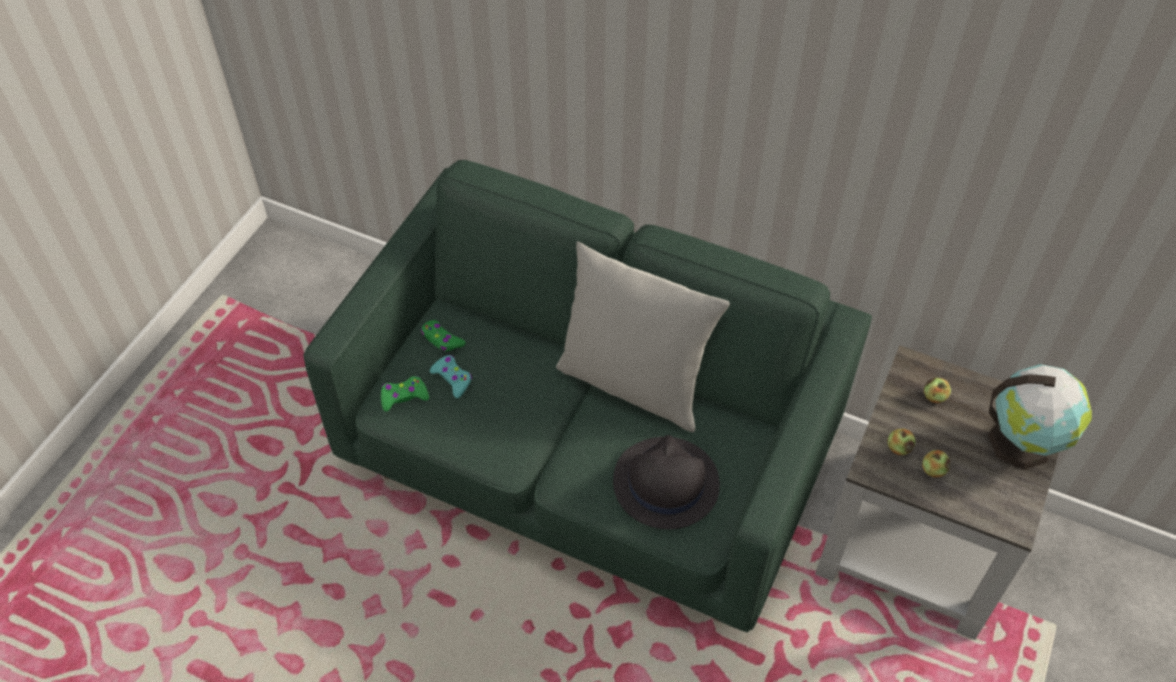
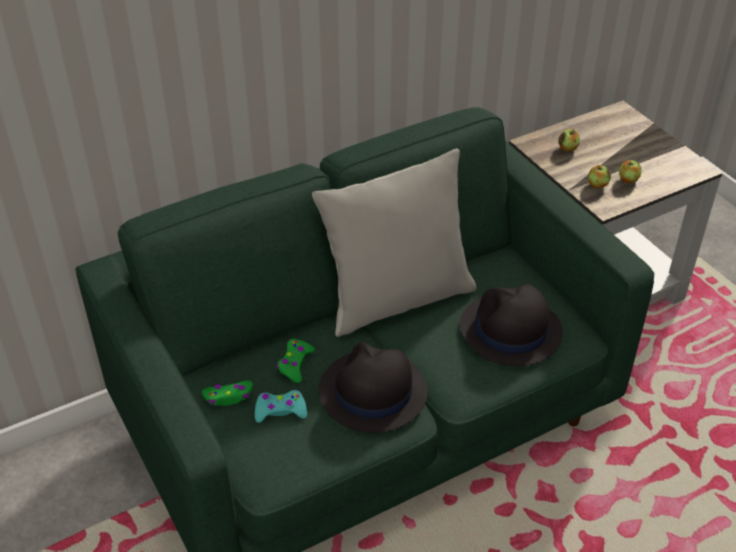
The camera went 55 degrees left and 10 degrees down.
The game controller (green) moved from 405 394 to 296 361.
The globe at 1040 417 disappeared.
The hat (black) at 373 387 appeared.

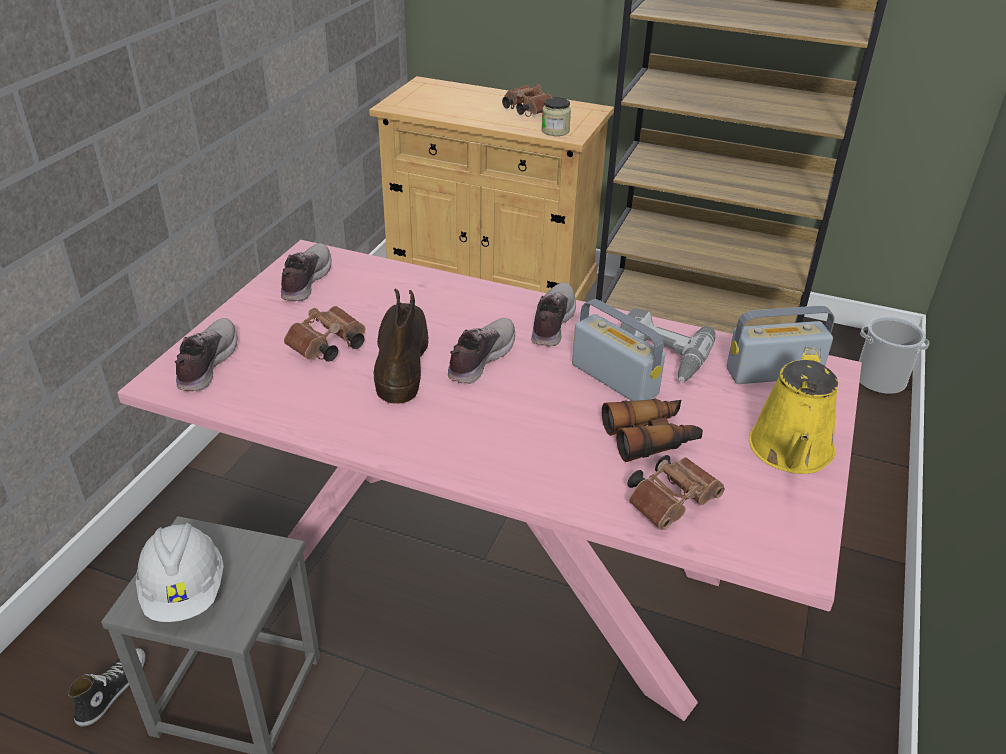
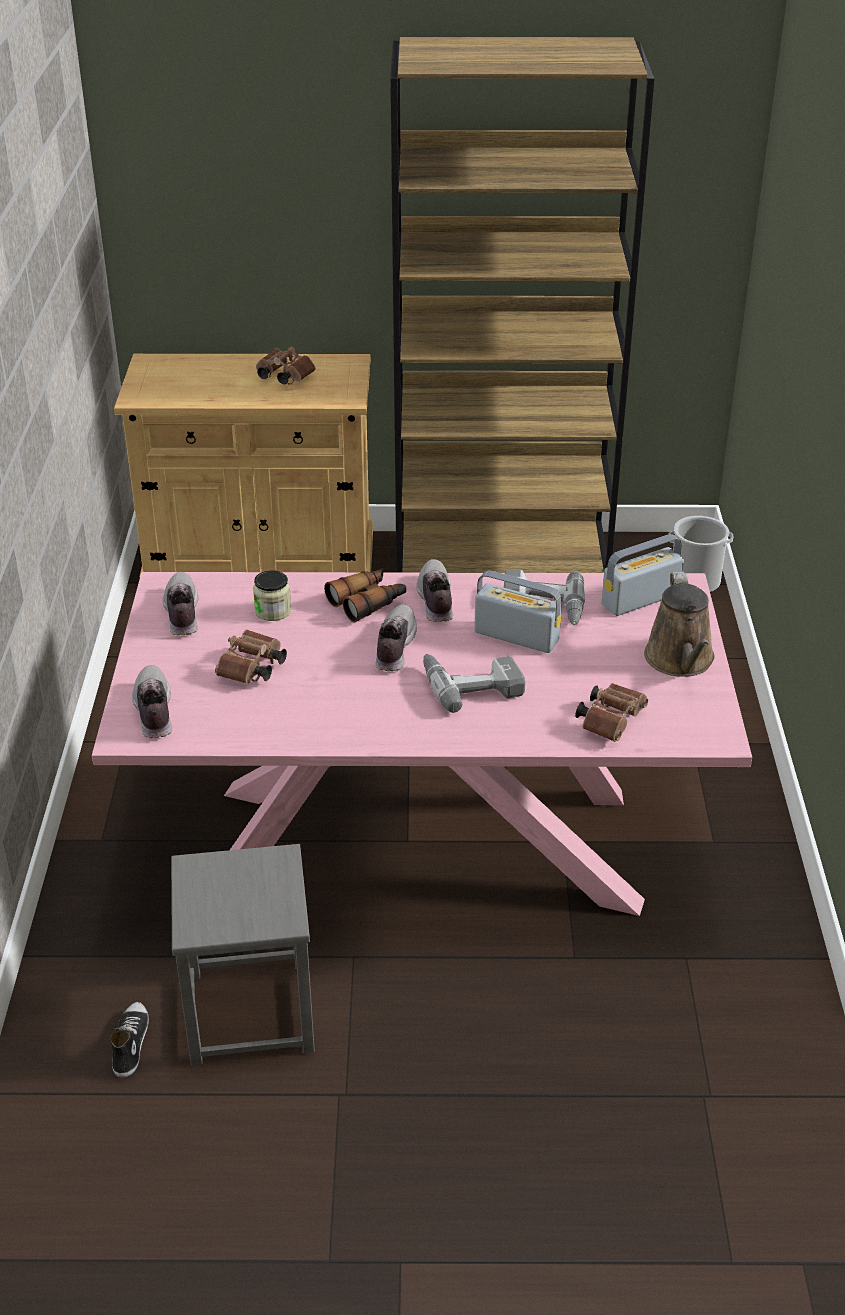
The camera went 20 degrees left and 0 degrees up.
The hard hat (white) at 180 572 disappeared.
The boot (brown) at 401 346 disappeared.
The jar moved from 556 116 to 272 595.
The binoculars moved from 652 430 to 365 595.
The watering can (yellow) at 793 410 became the watering can (brown) at 679 624.
The power drill at 474 683 appeared.

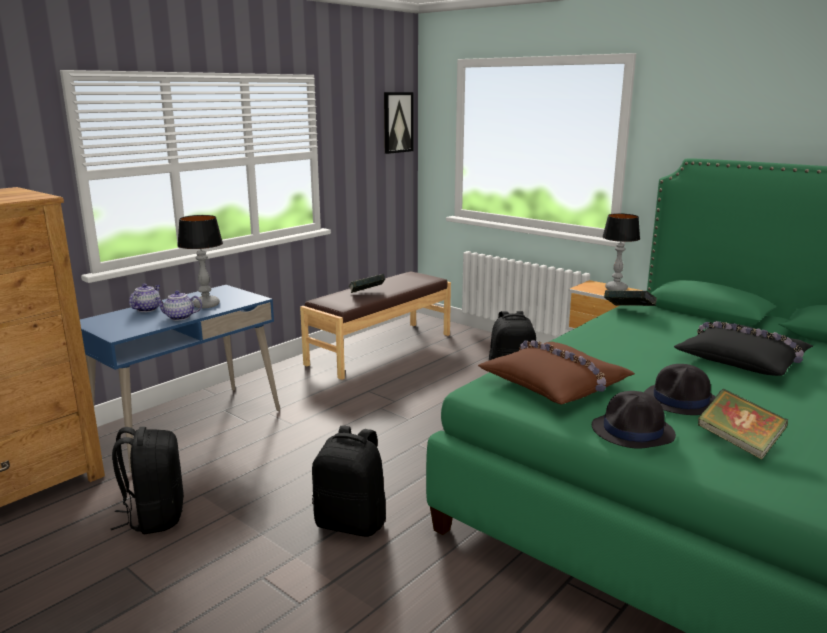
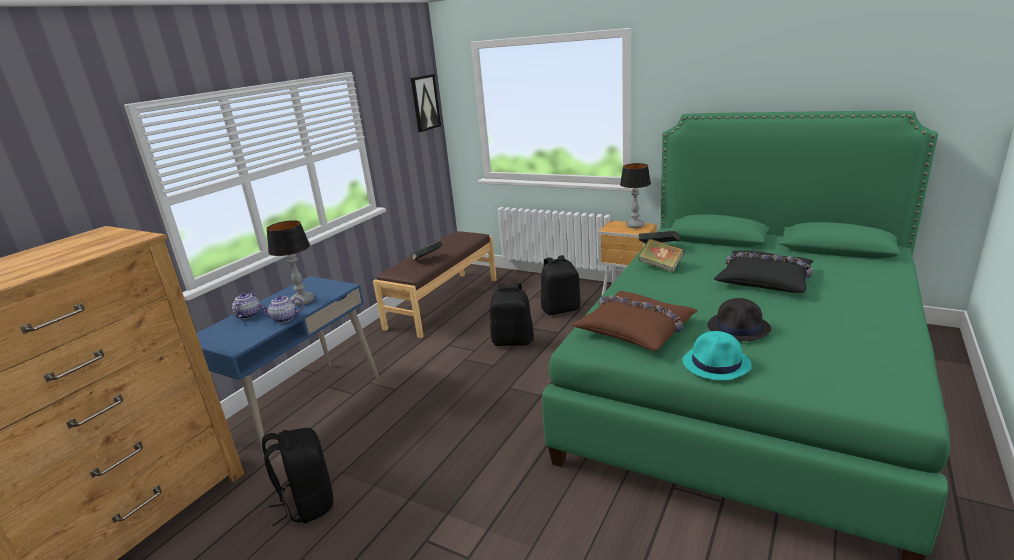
The camera went 10 degrees left and 5 degrees up.
The backpack (black) moved from 349 481 to 512 314.
The hat (black) at 634 420 became the hat (turquoise) at 717 355.
The book moved from 742 424 to 661 256.

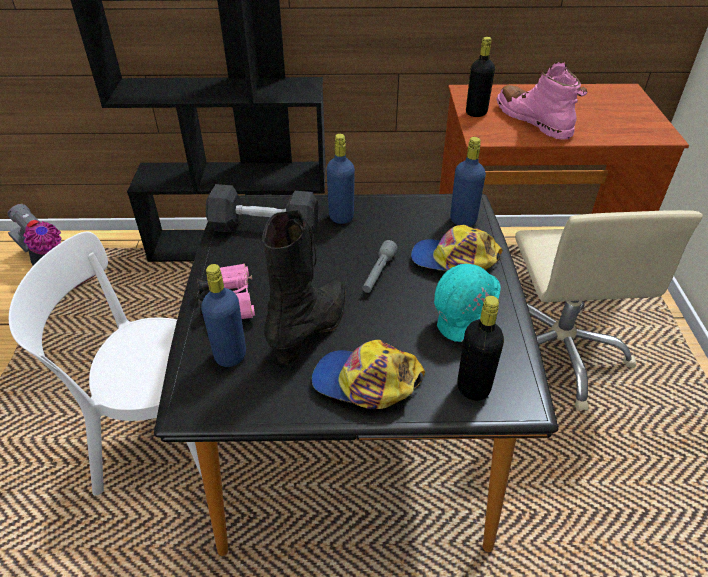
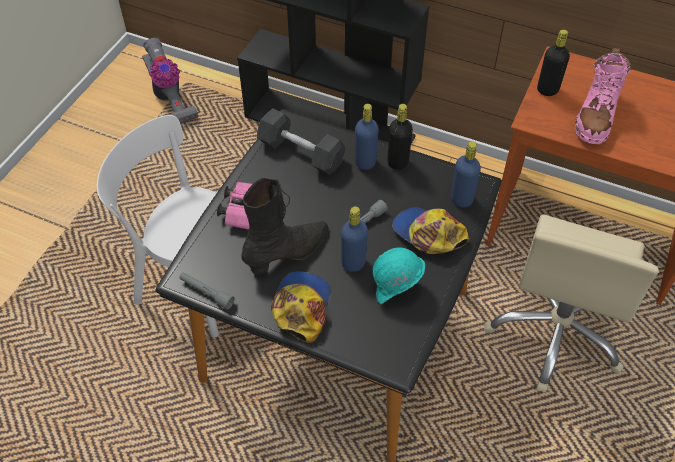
The camera went 25 degrees right and 10 degrees up.
The bottle (blue) moved from 223 315 to 354 239.
The cap at 368 374 turned 60 degrees clockwise.
The bottle (black) moved from 480 348 to 400 137.
The boot (pink) at 542 101 turned 150 degrees counterclockwise.
The flashlight (grey) at 207 291 appeared.

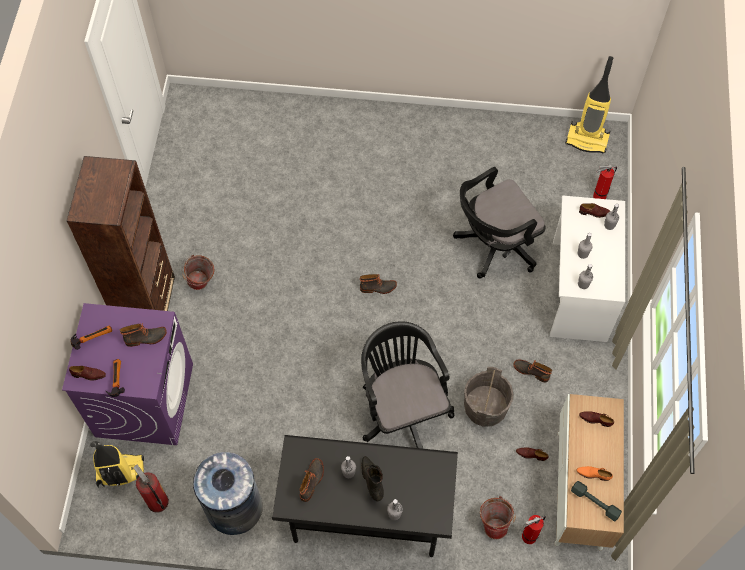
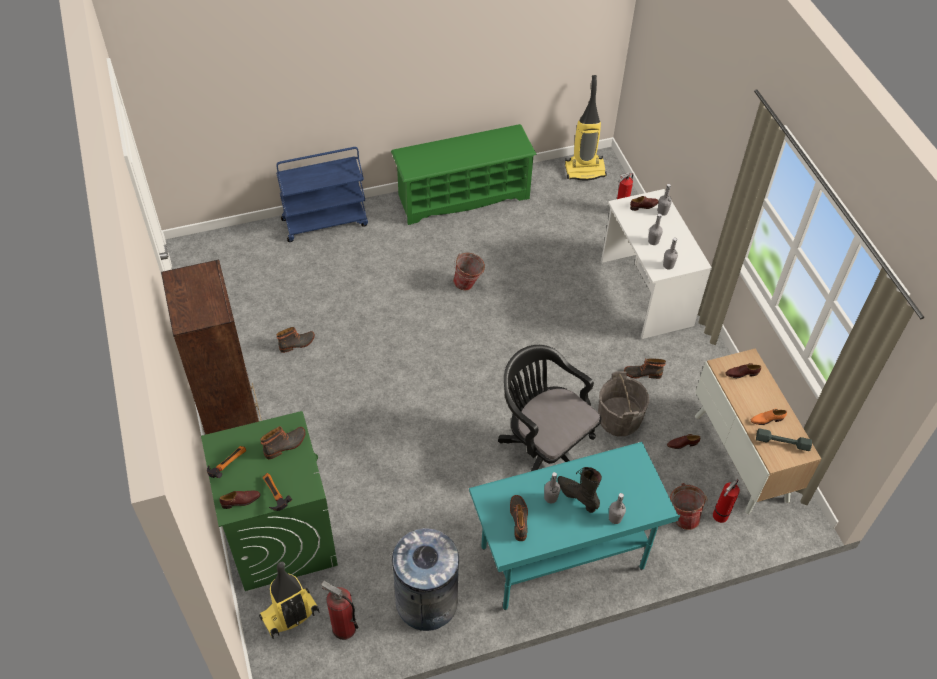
The camera went 25 degrees left and 10 degrees down.
The washing machine (purple) at 127 374 became the washing machine (green) at 269 501.
The bucket moved from 198 272 to 469 271.
The desk (black) at 365 496 became the desk (turquoise) at 574 526.
The boot moved from 378 284 to 295 340.
The office chair (black) at 499 223 disappeared.
The cart (blue) at 322 194 appeared.
The shoe rack (green) at 464 174 appeared.

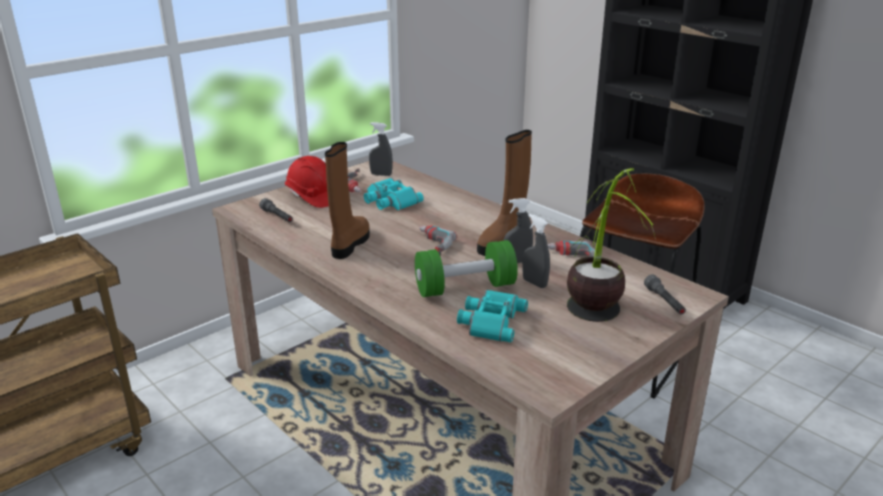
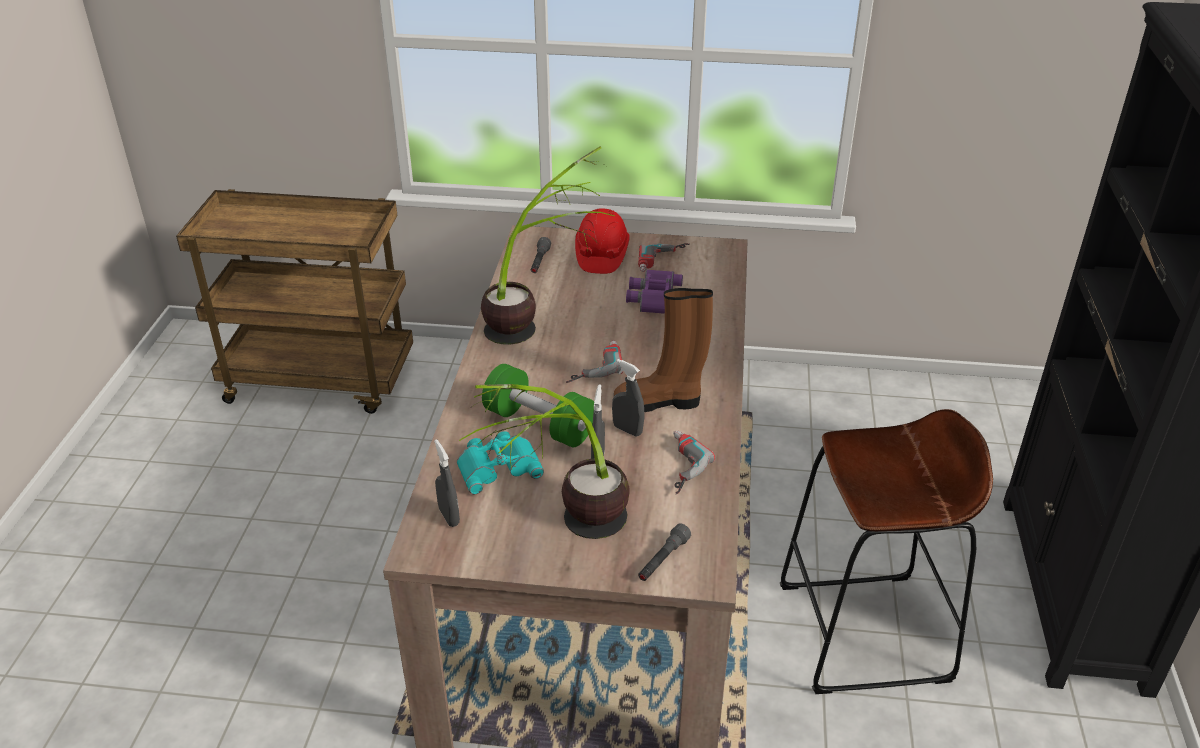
The camera went 50 degrees right and 10 degrees up.
The boot (brown) at 347 200 was replaced by the potted plant at 548 245.
The binoculars (turquoise) at 394 194 became the binoculars (purple) at 654 291.
The spray bottle (grey) moved from 381 149 to 447 483.

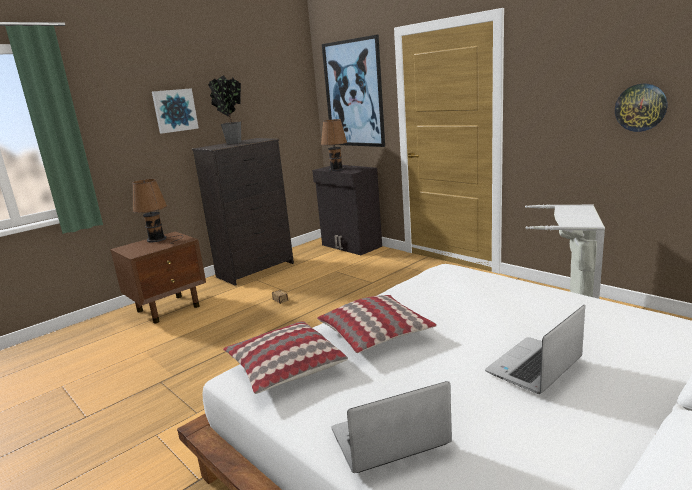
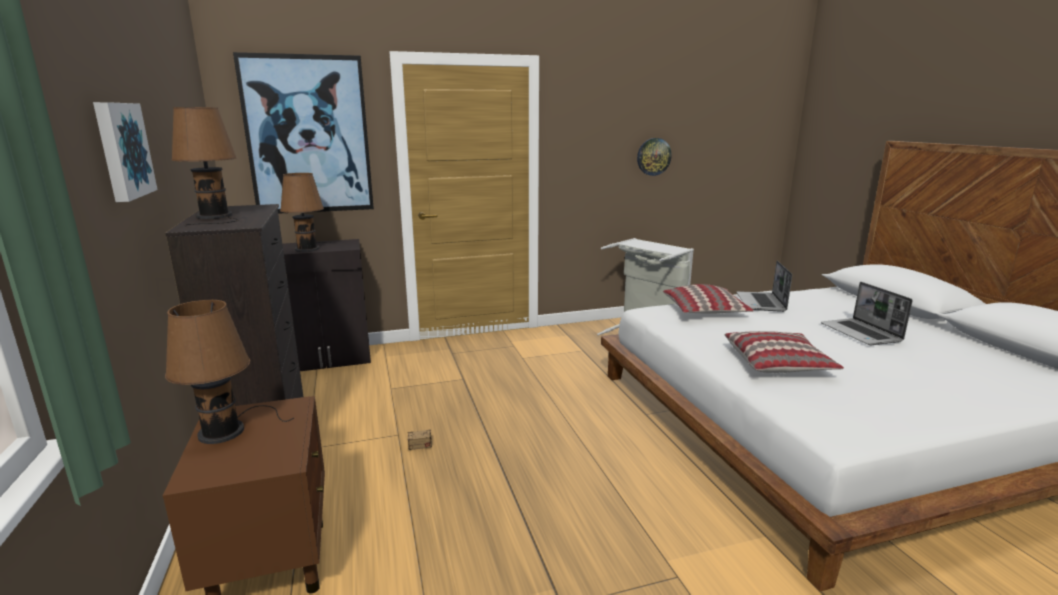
The camera went 65 degrees left and 0 degrees up.
The potted plant at 224 110 was replaced by the table lamp (brown) at 204 166.
The pillow moved from 285 357 to 708 299.
The laptop moved from 392 427 to 764 286.

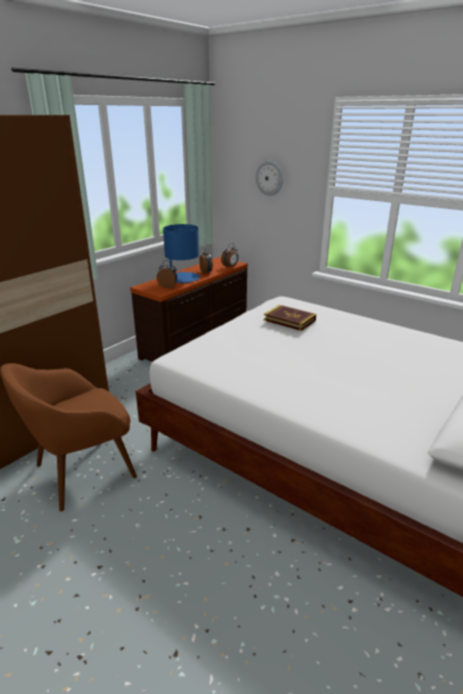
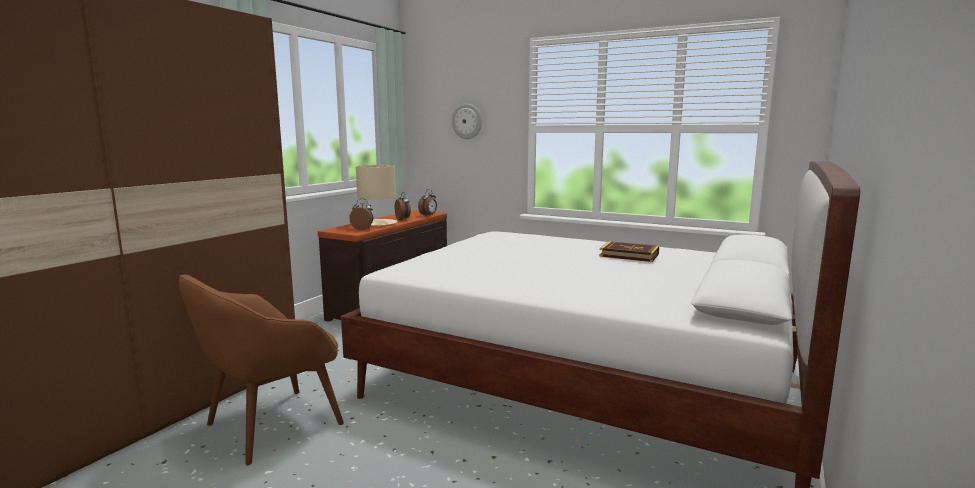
The camera went 10 degrees left and 15 degrees down.
The table lamp (blue) at 181 254 became the table lamp (beige) at 376 196.
The book moved from 290 318 to 629 251.

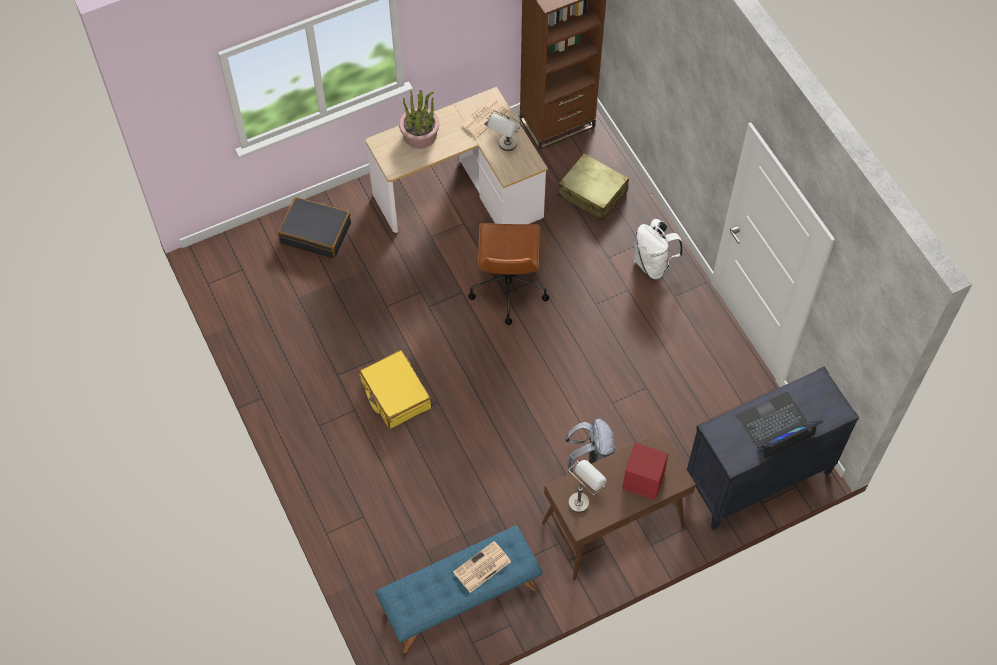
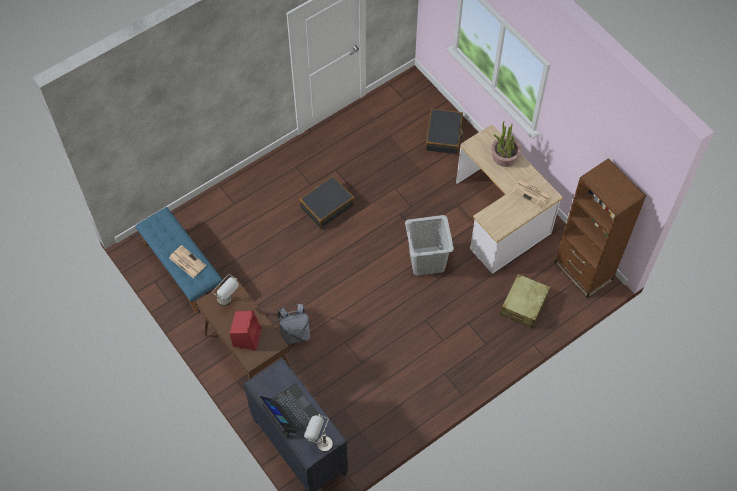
The camera went 80 degrees right and 0 degrees up.
The suitcase (yellow) at 395 389 became the suitcase (black) at 326 202.
The office chair (brown) at 508 274 was replaced by the laundry basket (grey) at 429 245.
The table lamp (grey) moved from 504 130 to 318 433.
The backpack (white) at 658 249 disappeared.

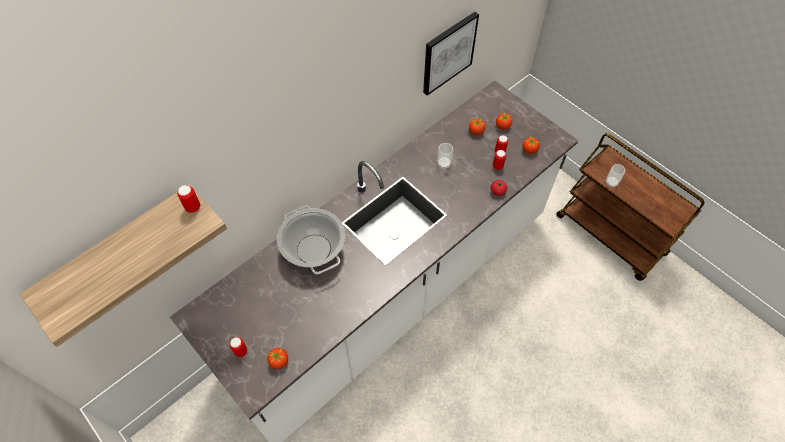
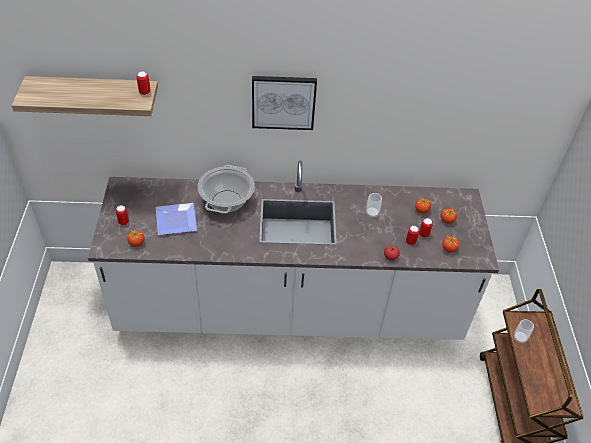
The camera went 40 degrees right and 10 degrees down.
The picture moved from 451 54 to 284 103.
The plate at 176 219 appeared.

